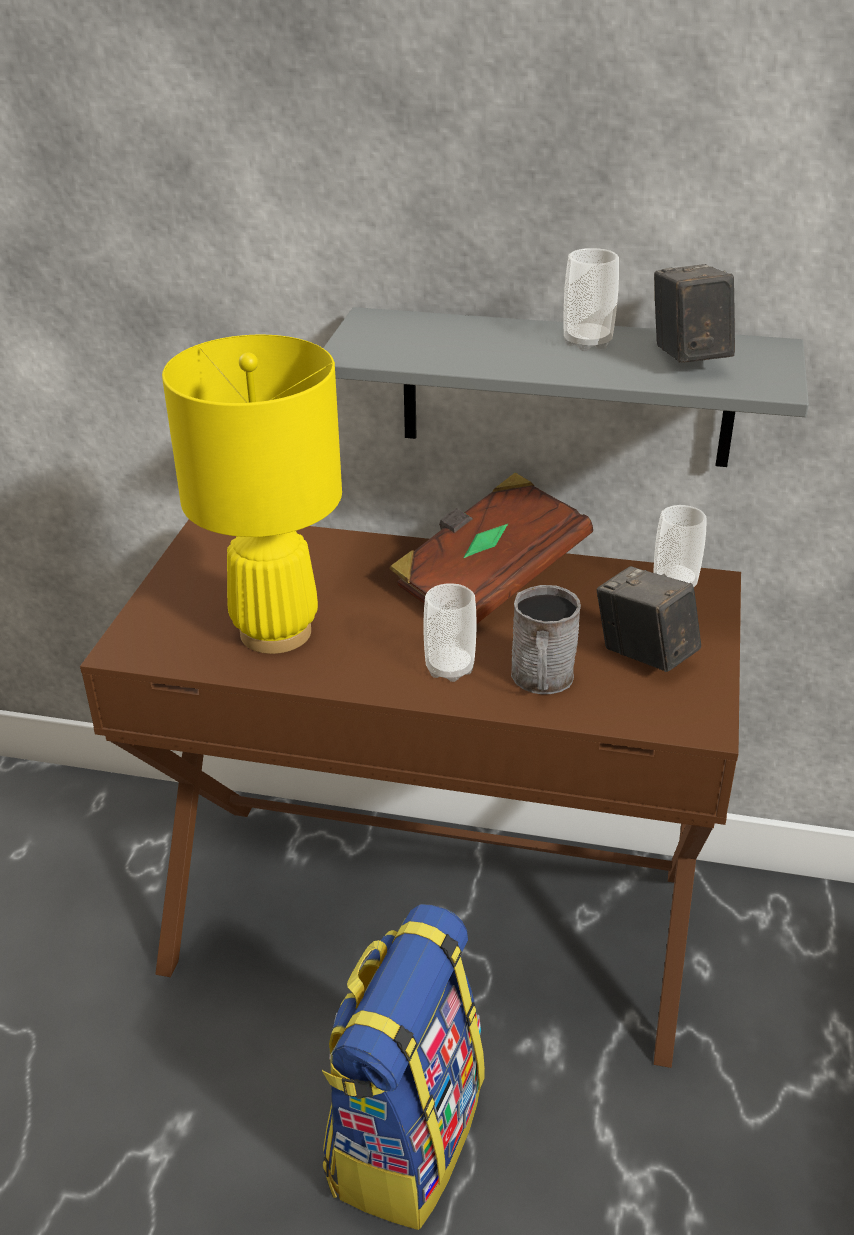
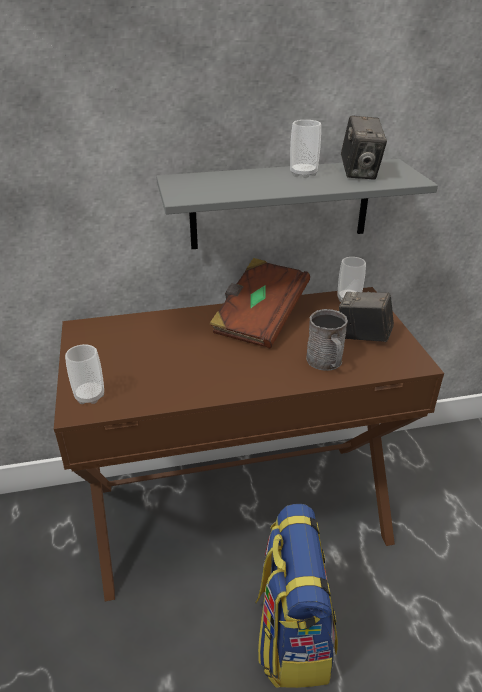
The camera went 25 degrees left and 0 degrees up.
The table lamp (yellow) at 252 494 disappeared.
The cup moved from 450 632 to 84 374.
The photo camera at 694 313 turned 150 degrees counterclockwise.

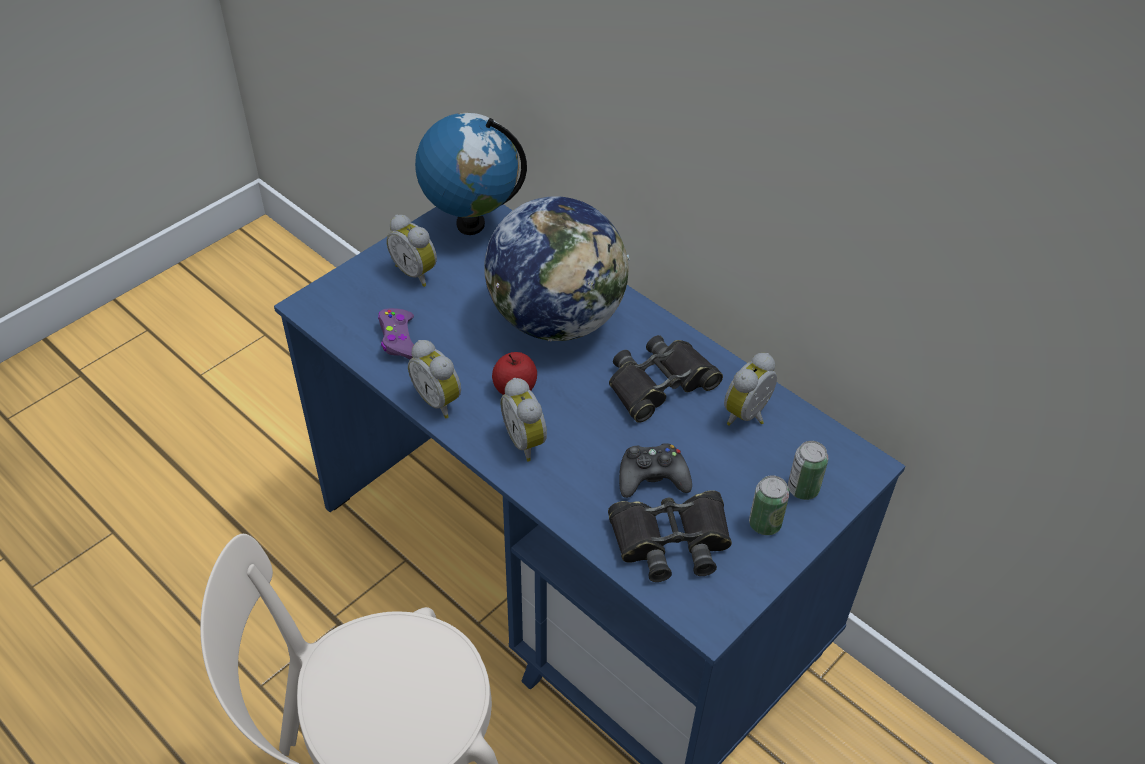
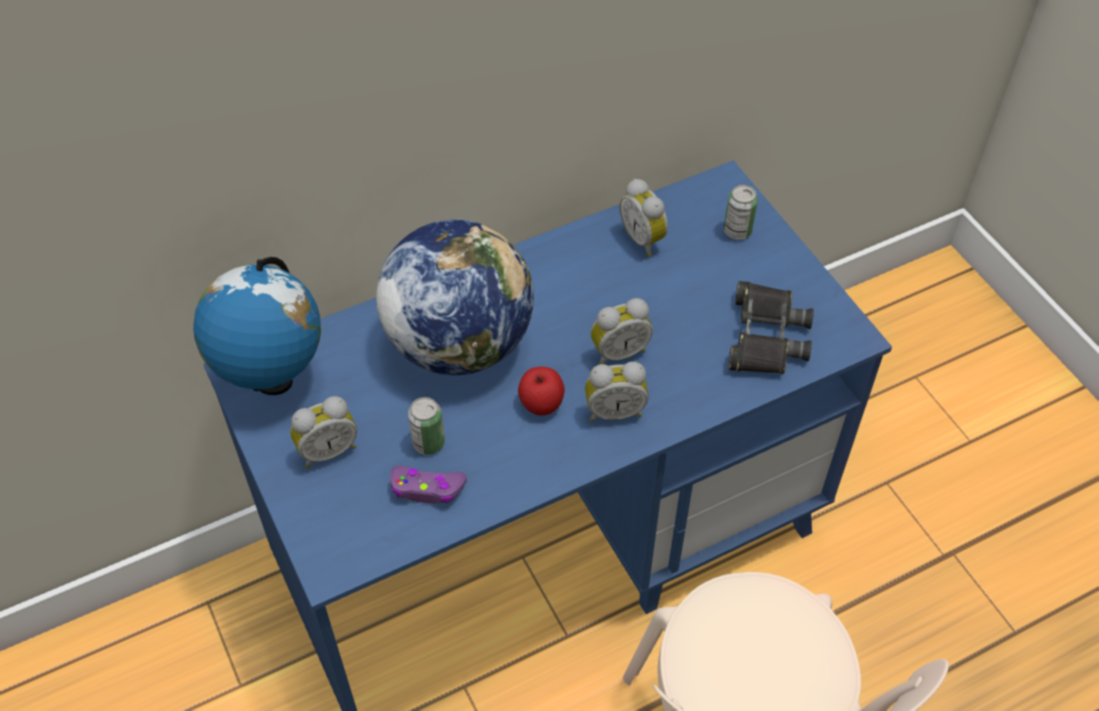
The camera went 70 degrees left and 5 degrees up.
The alarm clock moved from 434 379 to 622 331.
The binoculars (black) at 666 379 disappeared.
The game controller (black) at 655 470 disappeared.
The can moved from 769 505 to 426 426.

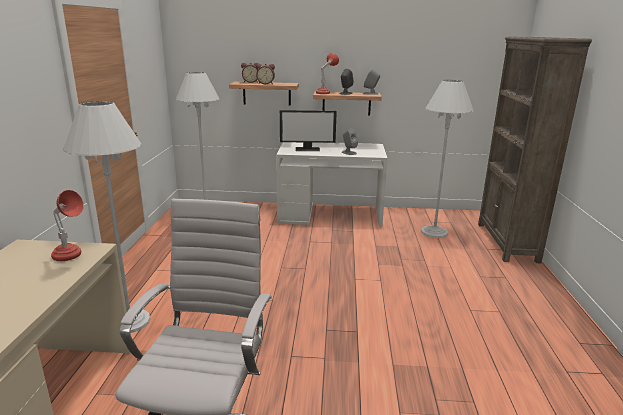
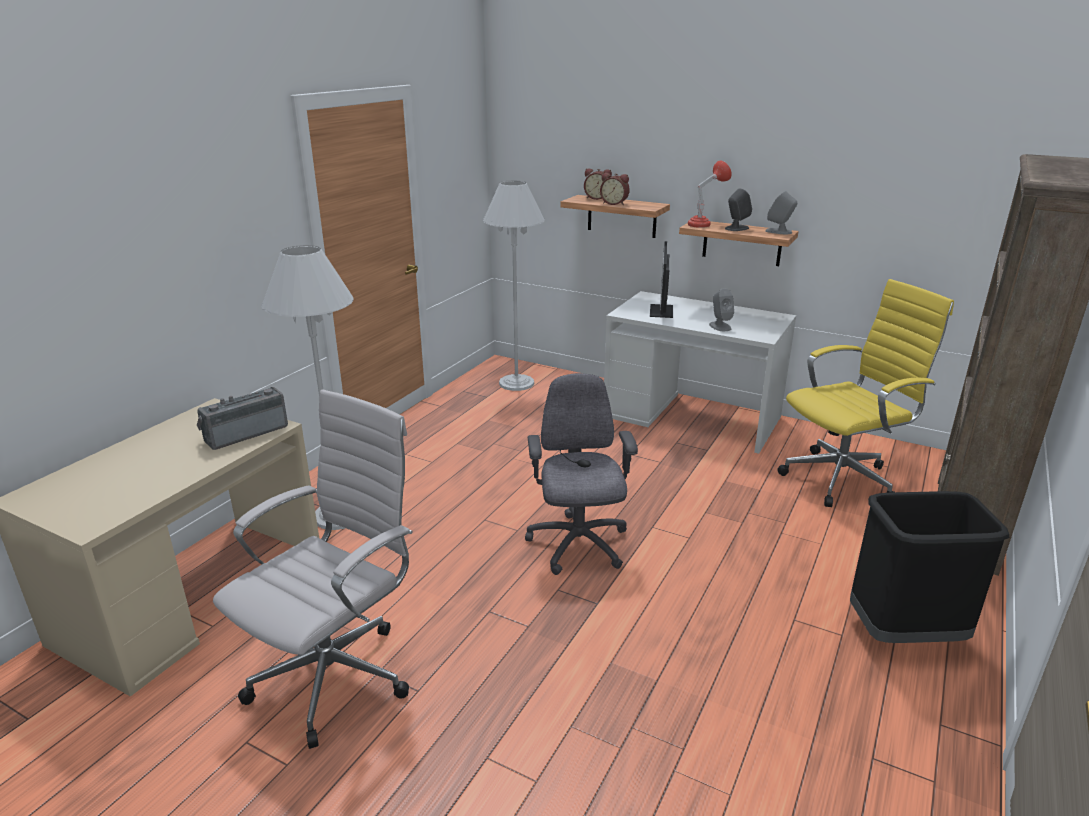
The camera went 25 degrees right and 5 degrees up.
The table lamp (red) at 67 225 was replaced by the radio at 242 418.
The monitor at 308 130 turned 75 degrees clockwise.
The floor lamp (white) at 447 159 was replaced by the office chair (yellow) at 865 393.
The office chair (grey) at 581 474 appeared.
The trash can (black) at 929 567 appeared.

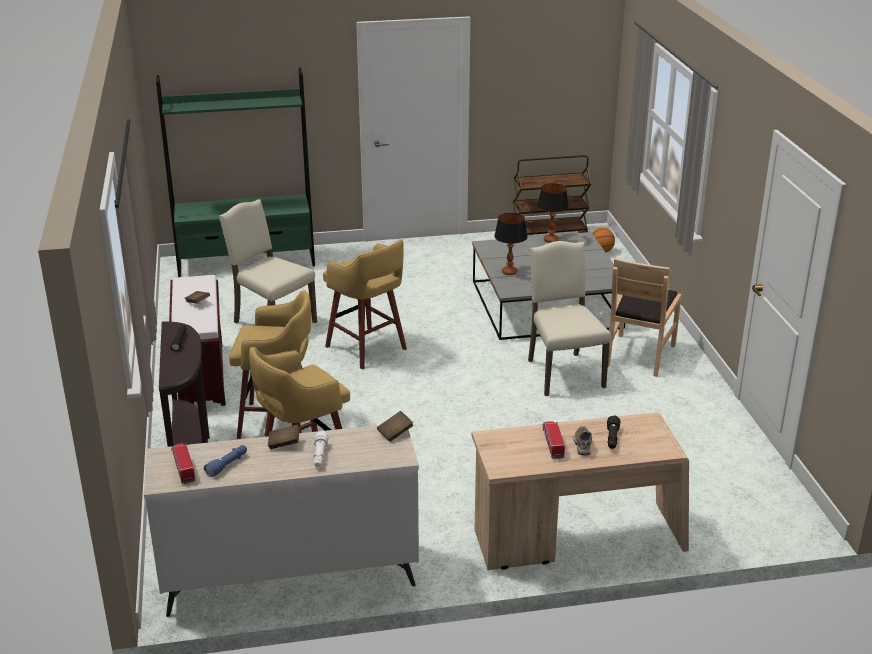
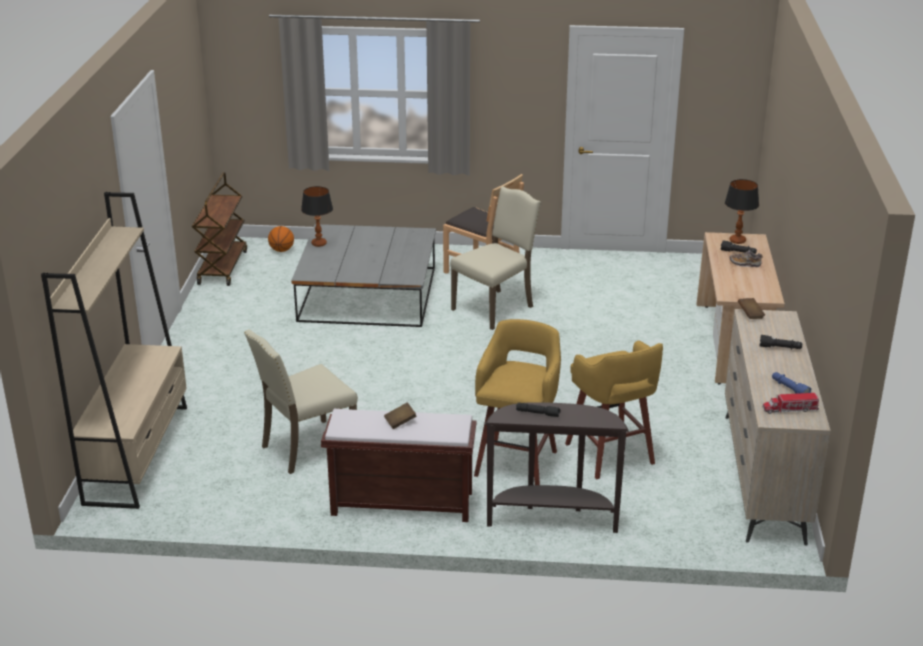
The camera went 75 degrees left and 0 degrees up.
The bookcase (green) at 235 172 became the bookcase (beige) at 114 350.
The book (brown) at 284 437 disappeared.
The flashlight (white) at 321 449 became the flashlight (black) at 780 342.
The stool (yellow) at 365 304 disappeared.
The table lamp moved from 510 244 to 742 211.
The chair (beige) at 569 318 turned 135 degrees clockwise.
The toy truck at 553 440 disappeared.

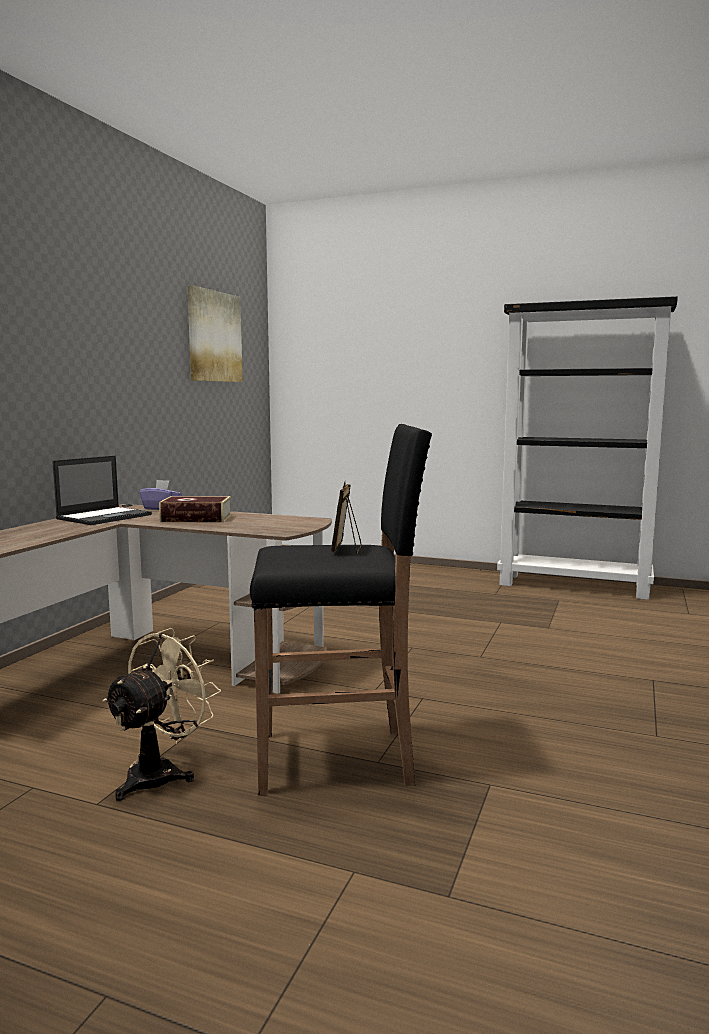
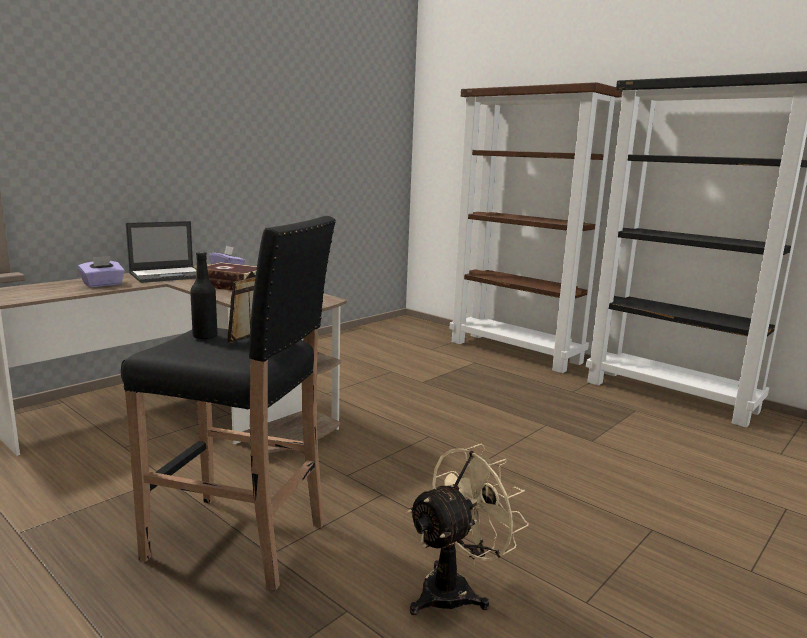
The camera went 20 degrees right and 5 degrees up.
The fan (beige) moved from 161 714 to 468 529.
The picture at 215 333 disappeared.
The tissue box (purple) at 101 271 appeared.
The bottle (black) at 203 296 appeared.
The bookcase (brown) at 536 227 appeared.

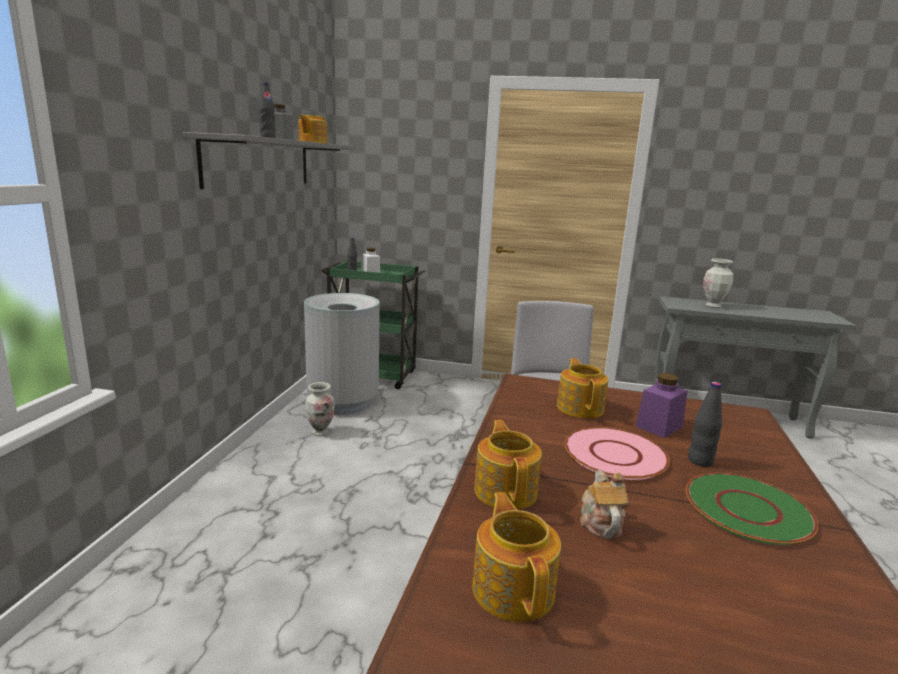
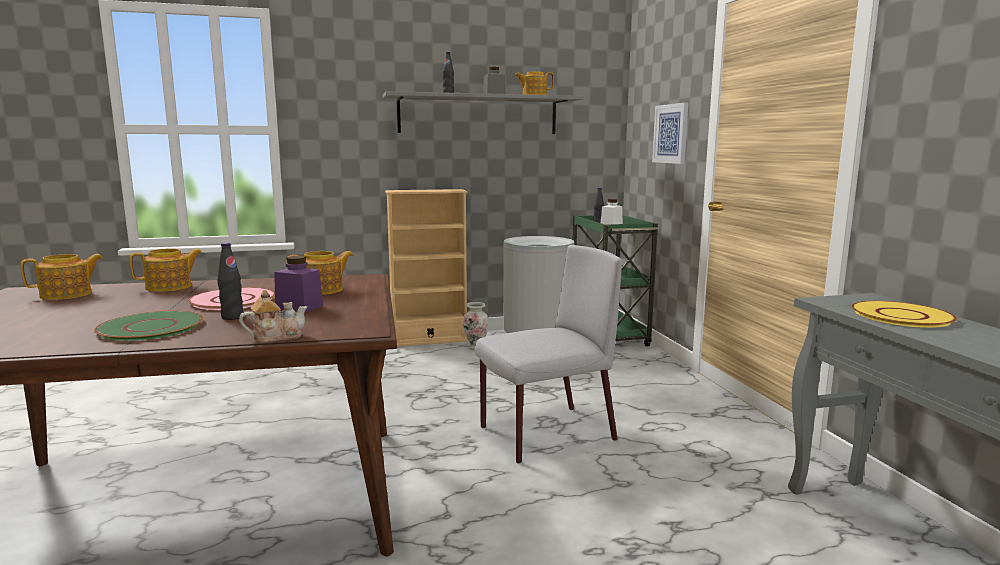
The camera went 65 degrees right and 5 degrees down.
The teapot moved from 604 504 to 273 316.
The vase at 718 283 was replaced by the plate (yellow) at 904 314.
The bookcase (beige) at 426 268 appeared.
The picture at 670 133 appeared.

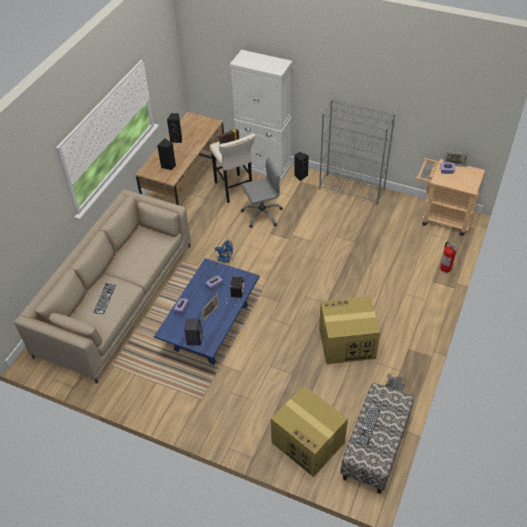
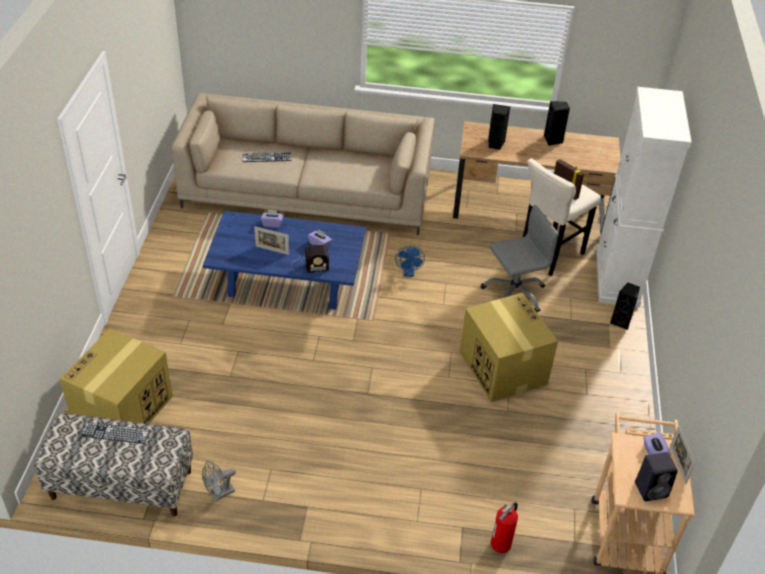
The camera went 70 degrees right and 5 degrees down.
The speaker (black) moved from 193 332 to 656 476.
The office chair (grey) at 262 192 turned 75 degrees counterclockwise.
The bookcase (grey) at 357 152 disappeared.
The cardboard box moved from 349 330 to 509 347.

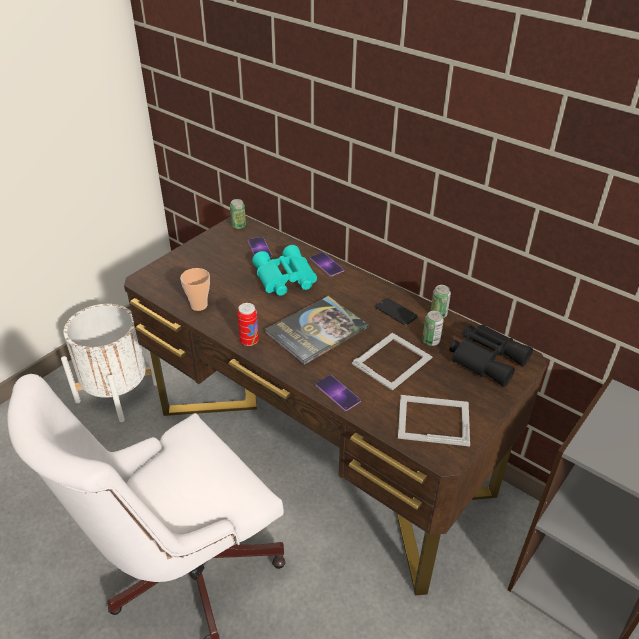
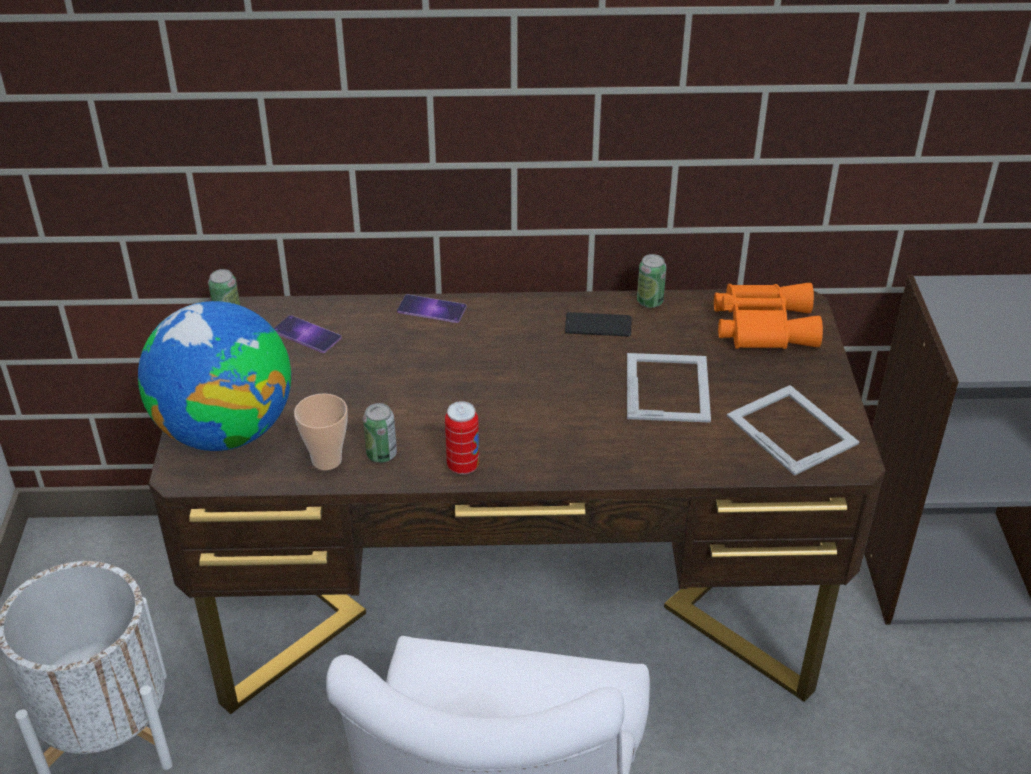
The camera went 40 degrees left and 0 degrees up.
The binoculars (turquoise) at 284 270 disappeared.
The book at 317 330 disappeared.
The phone at 338 393 disappeared.
The picture frame at 434 421 turned 90 degrees clockwise.
The can moved from 433 328 to 380 433.
The binoculars (black) at 491 355 became the binoculars (orange) at 768 316.
The globe at 214 376 appeared.

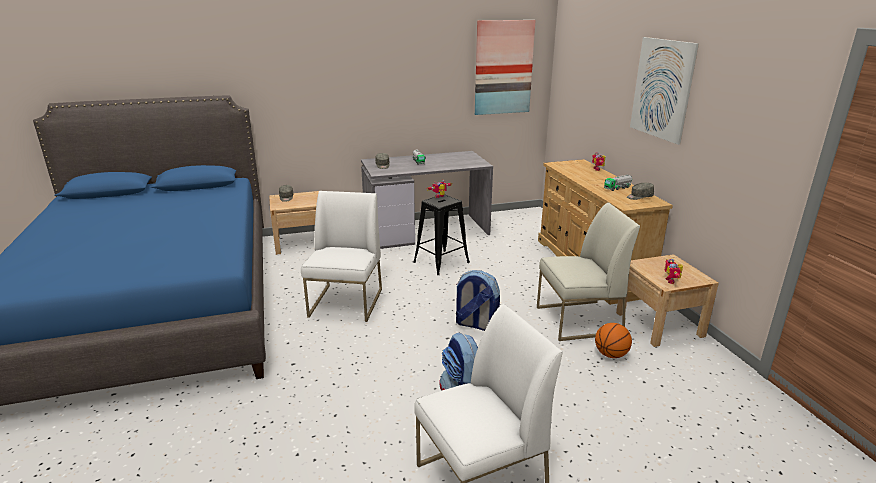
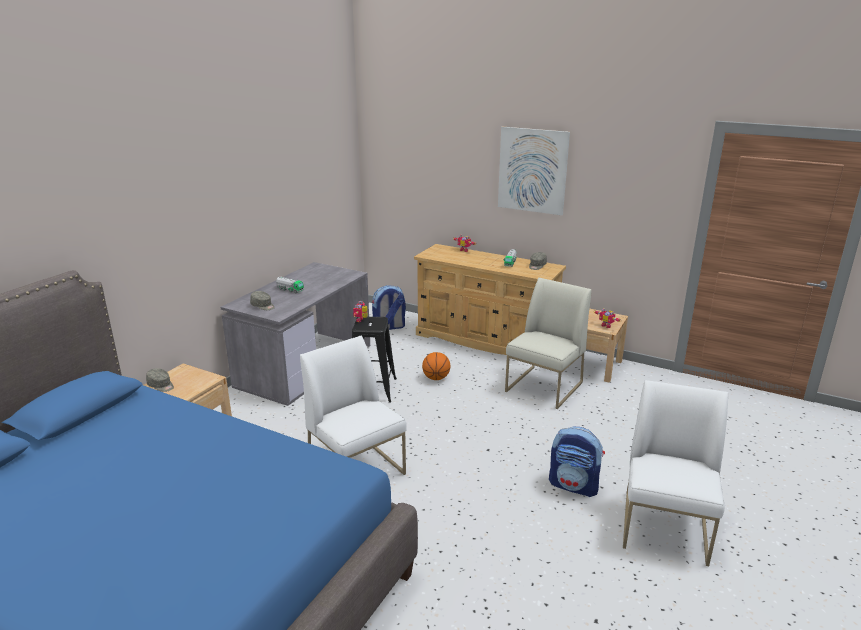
The camera went 45 degrees left and 0 degrees up.
The backpack moved from 478 300 to 389 307.
The picture at 505 67 disappeared.
The basketball moved from 613 340 to 436 366.

